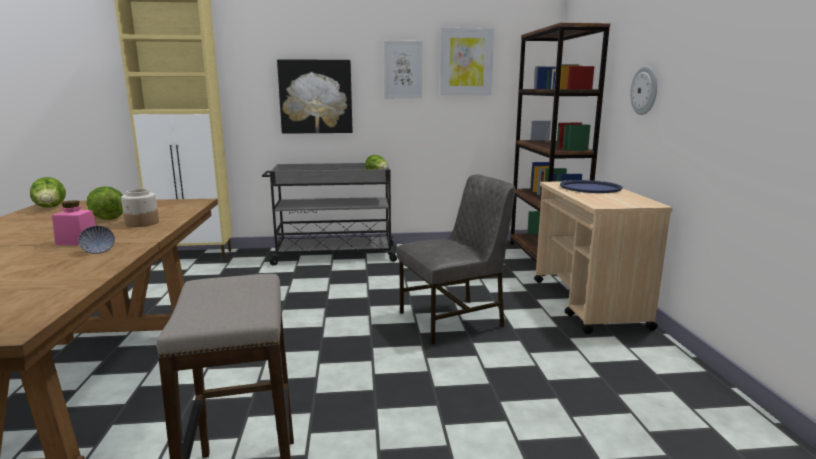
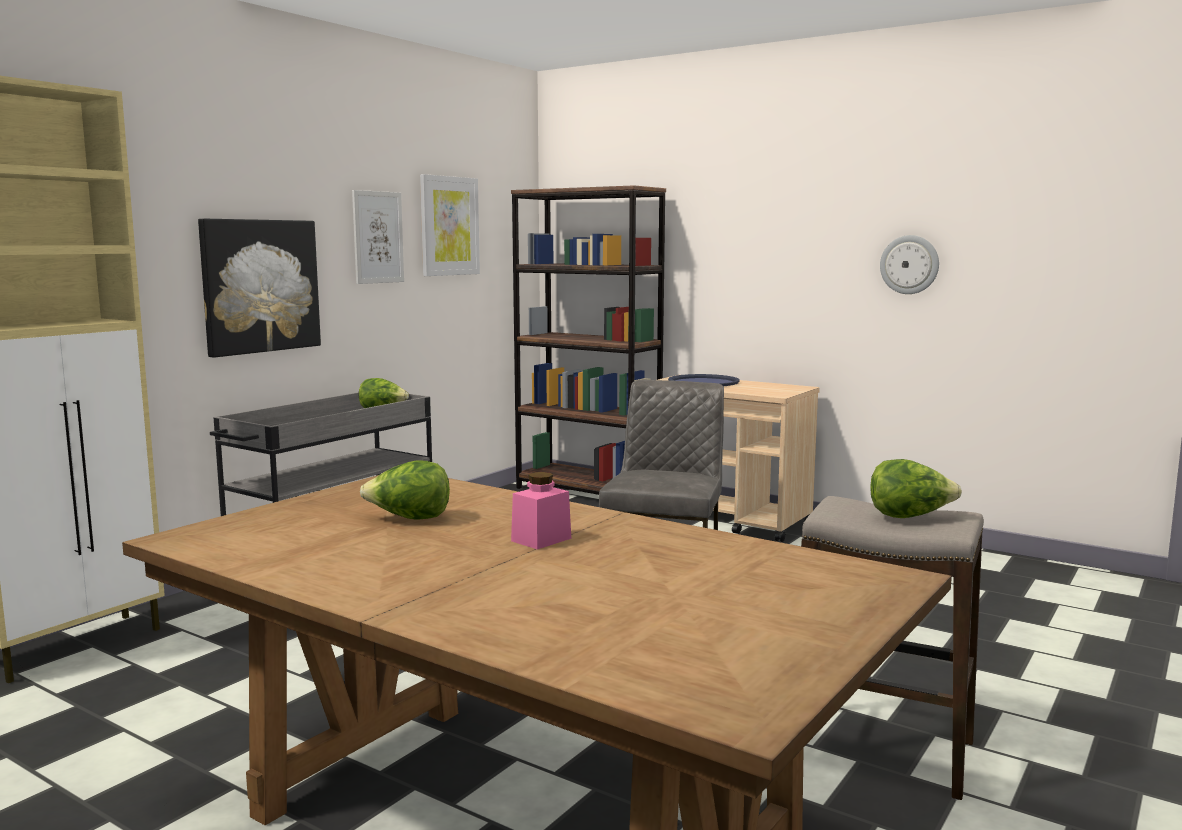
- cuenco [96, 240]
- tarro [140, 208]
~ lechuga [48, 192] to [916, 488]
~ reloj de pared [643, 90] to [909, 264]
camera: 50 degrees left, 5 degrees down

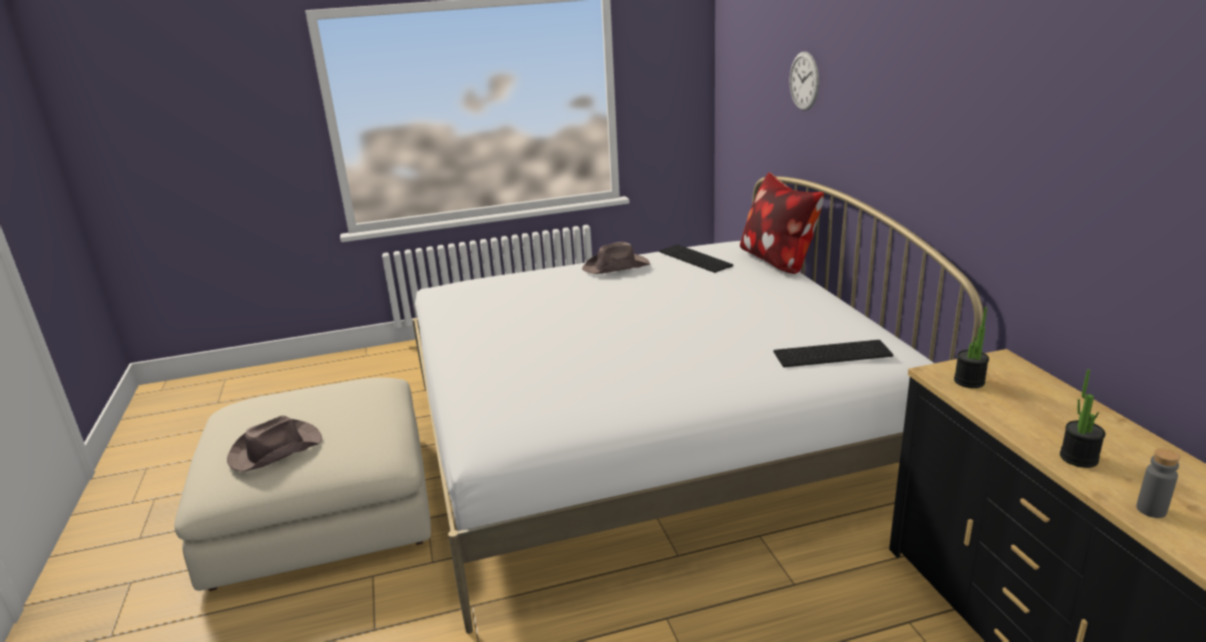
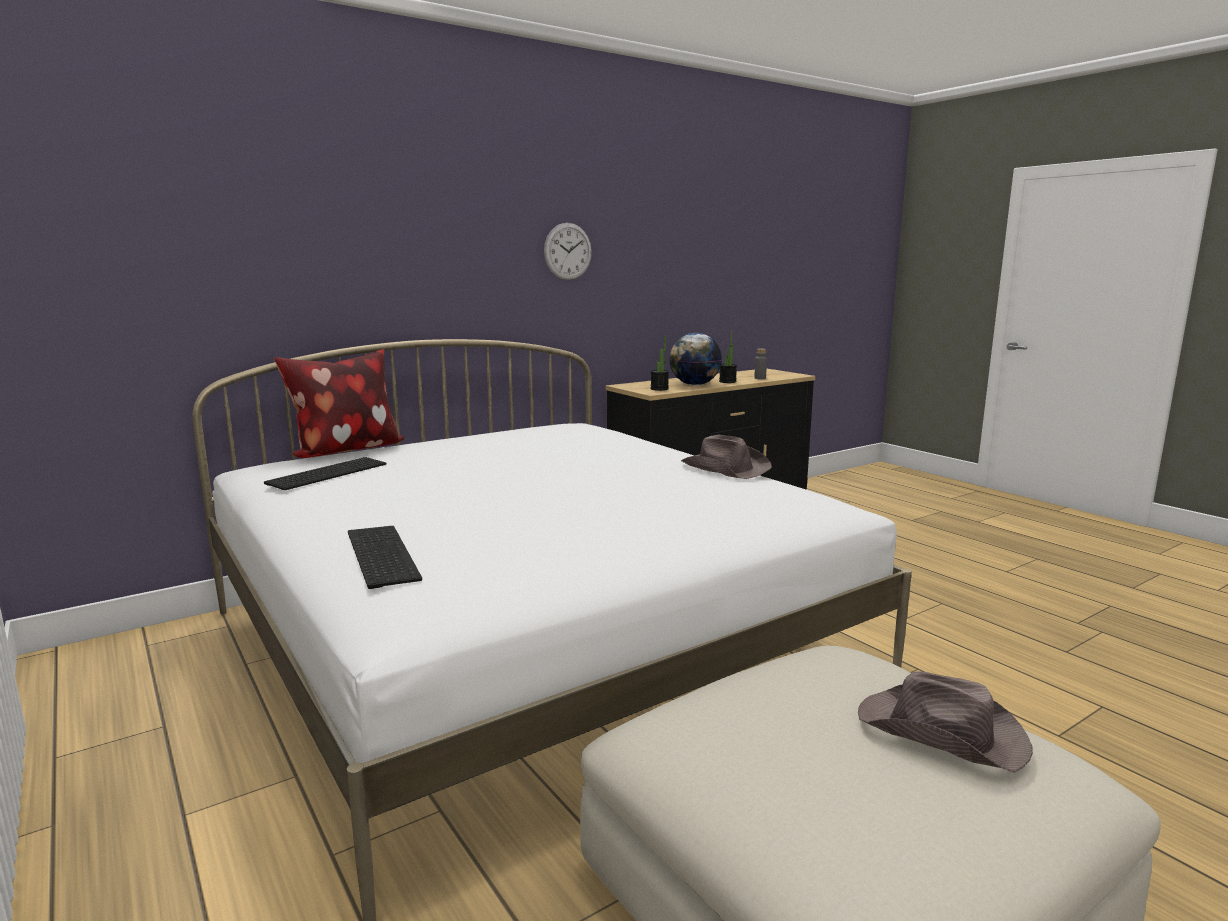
+ globo terráqueo [696, 359]
~ sombrero [marrón] [616, 258] to [726, 457]
~ teclado [833, 353] to [385, 557]
~ reloj de pared [804, 81] to [568, 251]
camera: 110 degrees left, 10 degrees down

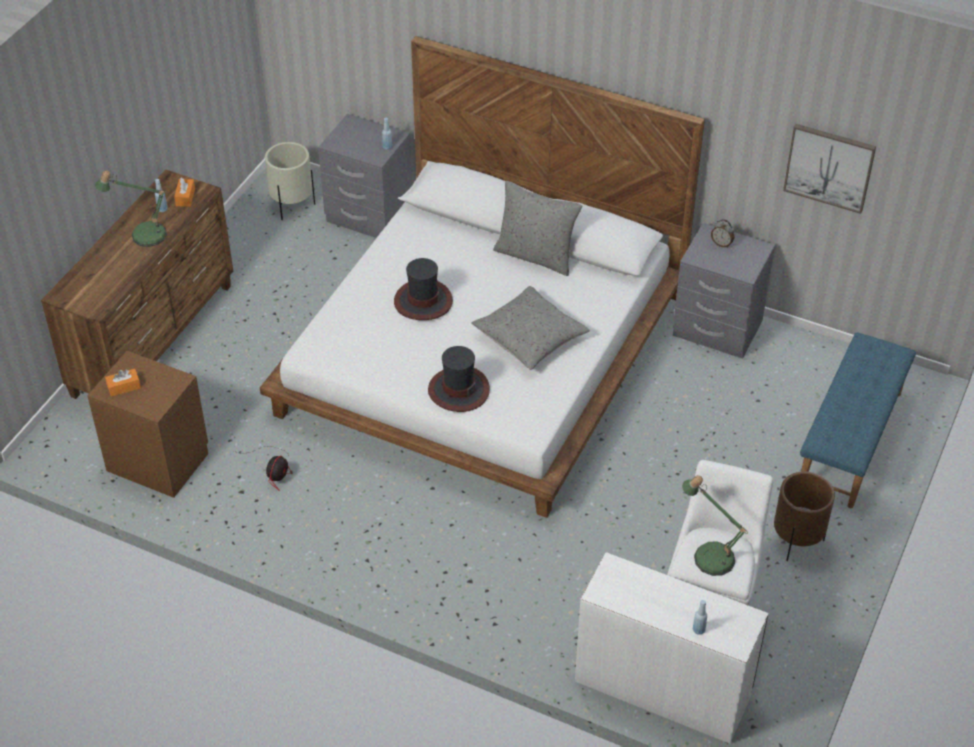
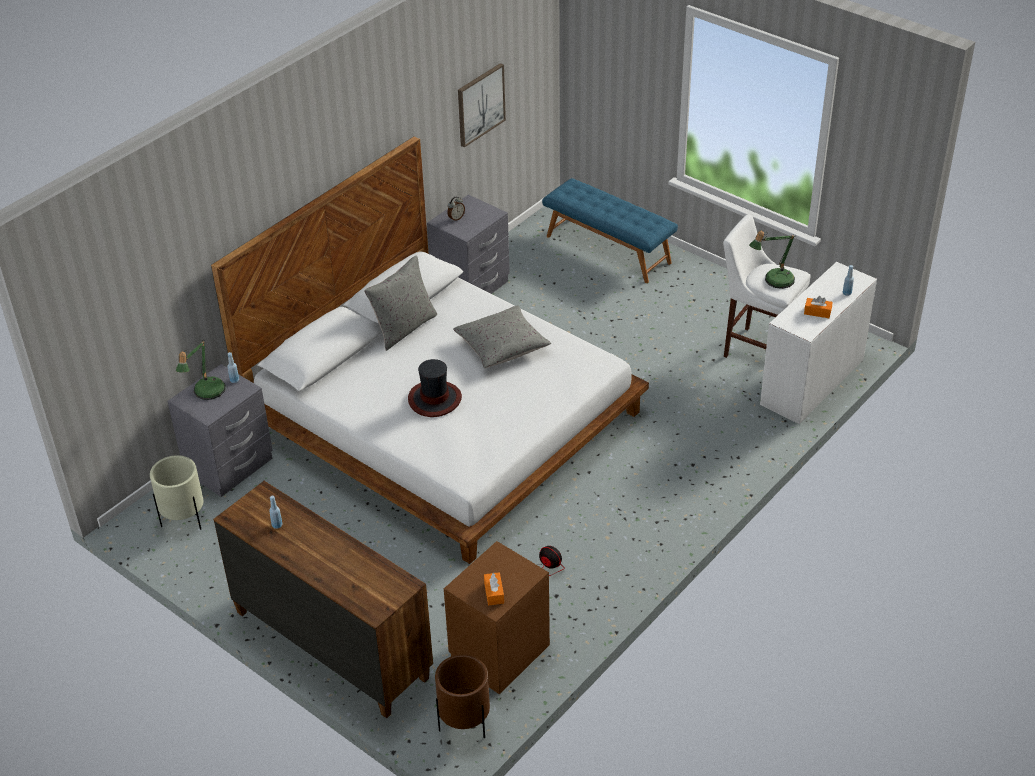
- sombrero [459, 379]
~ lámpara de mesa [131, 208] to [200, 370]
~ caja de pañuelos [naranja] [184, 192] to [818, 307]
~ maceta [marrón] [804, 516] to [462, 696]
camera: 75 degrees left, 5 degrees down

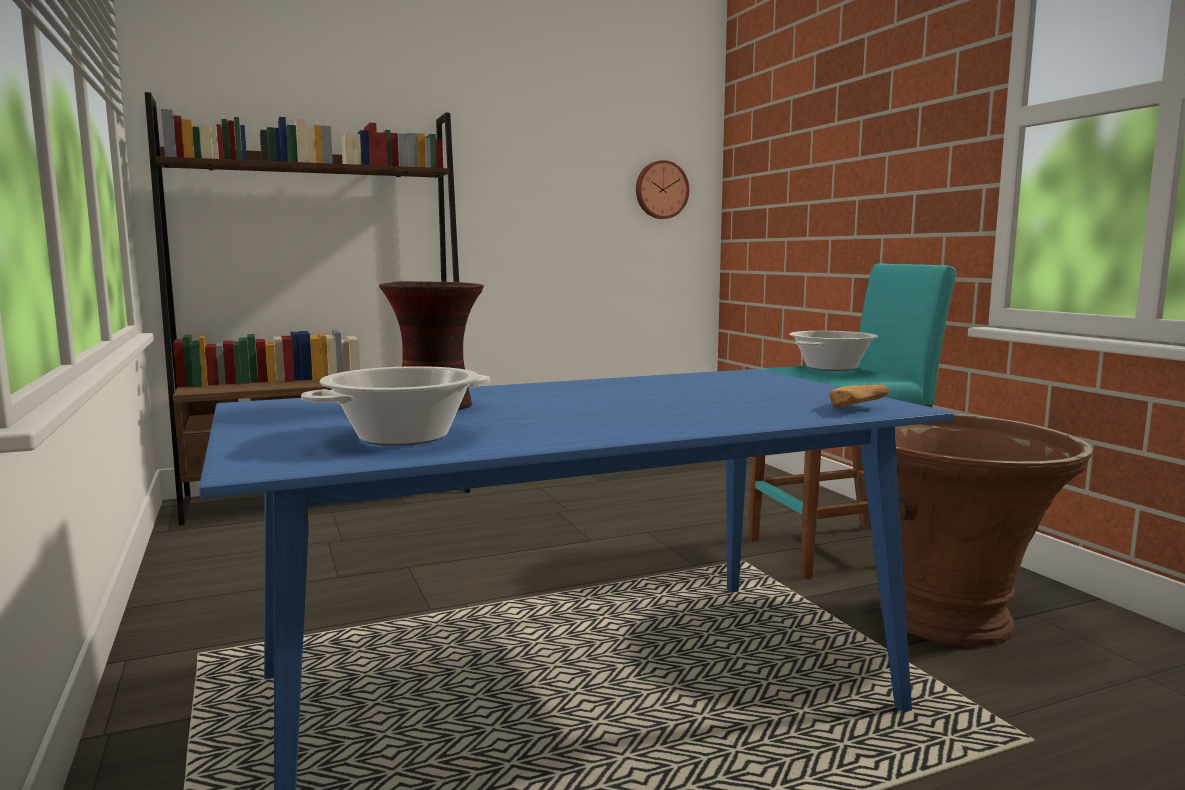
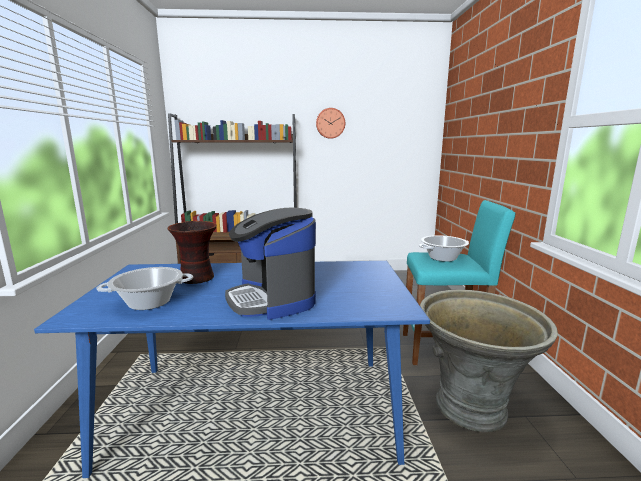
- pan [859, 396]
+ cafetera [270, 264]
~ reloj de pared [662, 189] to [330, 123]
~ maceta [marrón] [973, 529] to maceta [gris] [489, 360]
camera: 20 degrees right, 5 degrees up

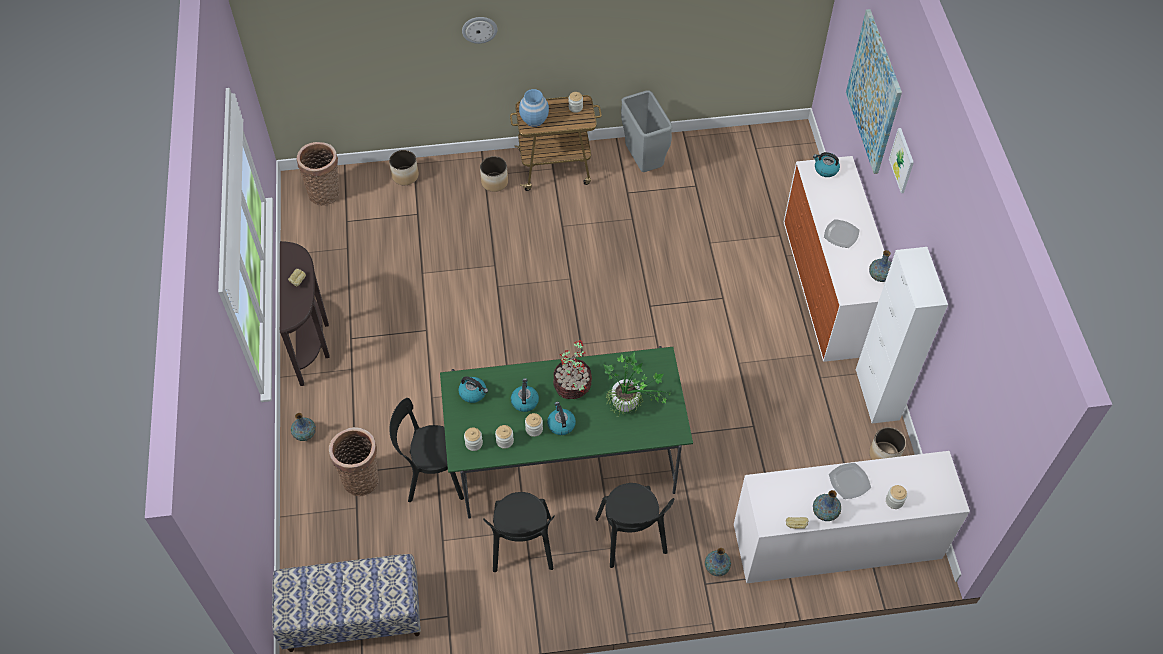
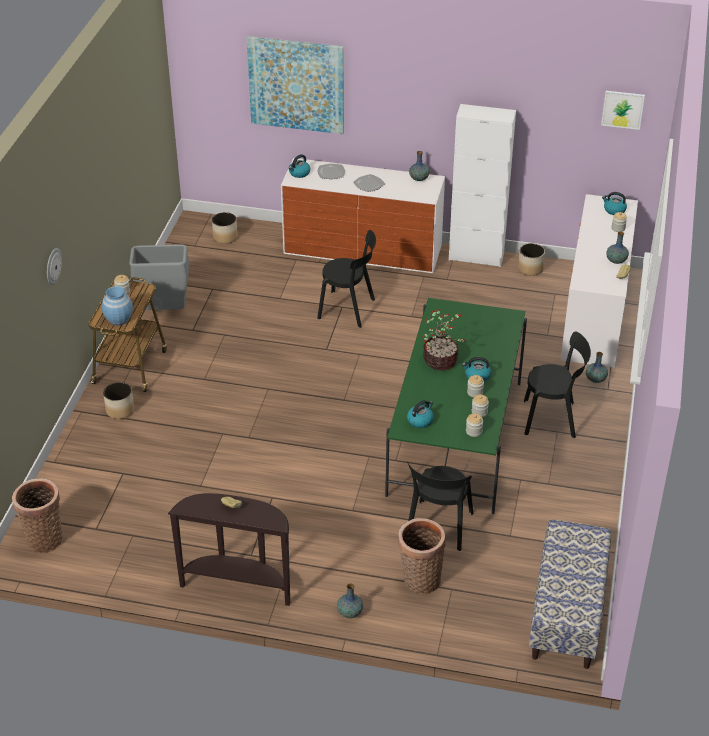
- planta en maceta [637, 384]
~ maceta [404, 167] to [225, 228]
~ silla [negro] [519, 532] to [346, 279]
~ hervidor [525, 395] to [614, 203]
~ plato [850, 481] to [331, 171]
~ cuadro [901, 160] to [623, 110]
camera: 70 degrees left, 15 degrees down

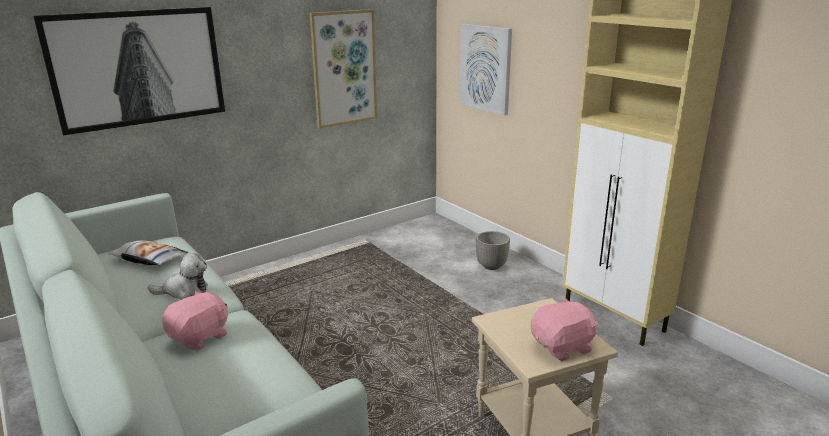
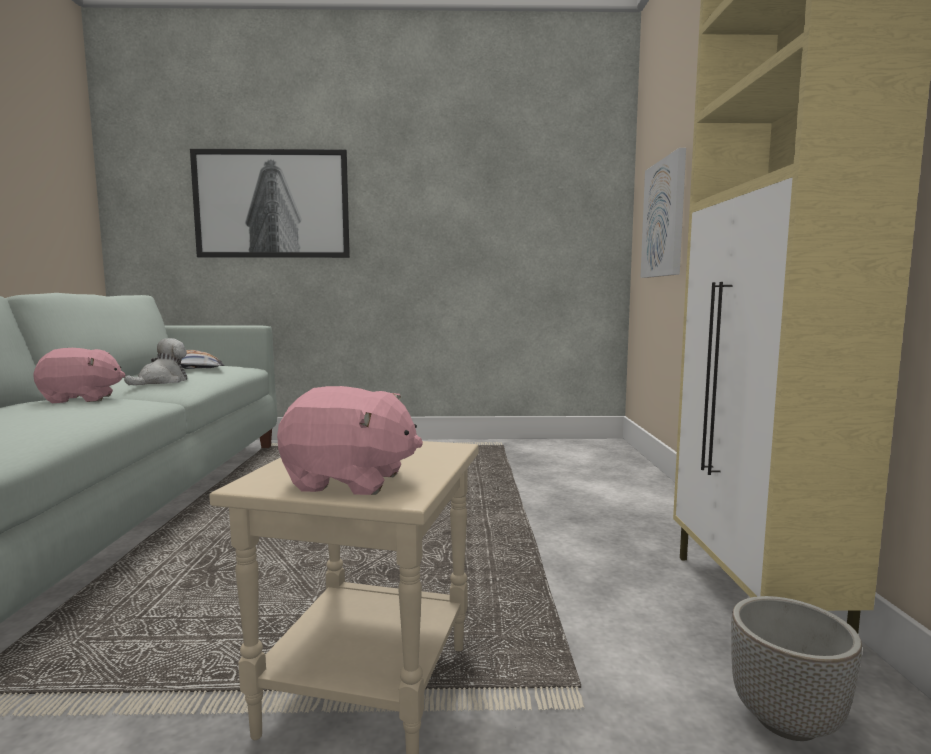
- cuadro [343, 68]
~ maceta [493, 250] to [796, 668]
~ peluche [178, 276] = [155, 361] 90 degrees counterclockwise
camera: 35 degrees right, 15 degrees down

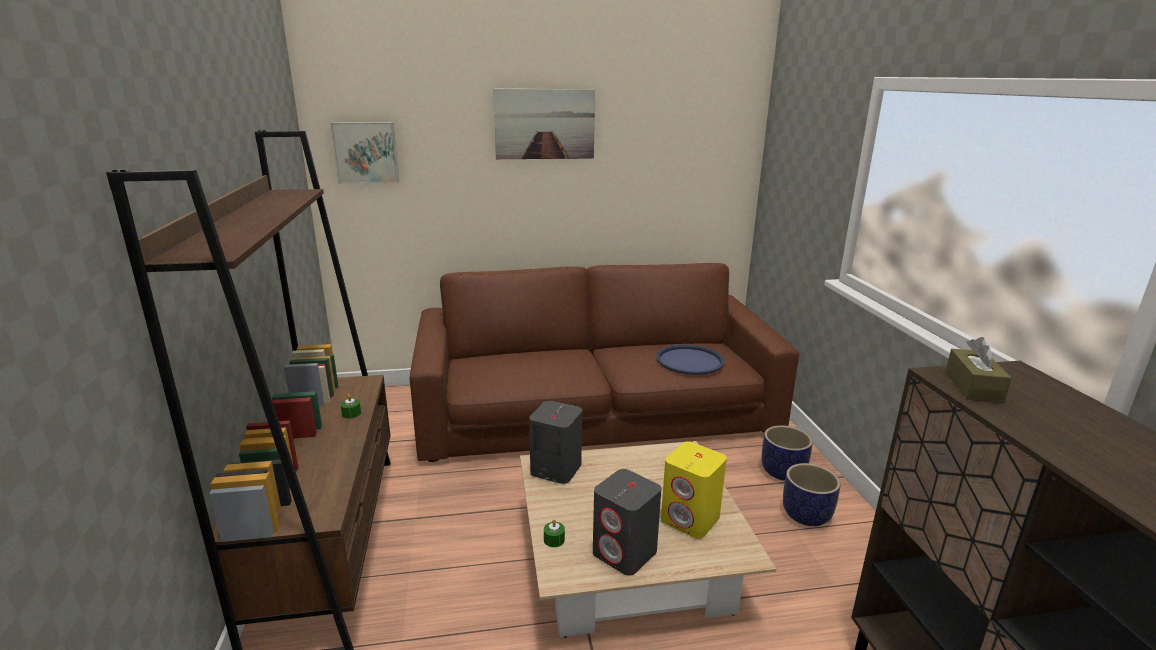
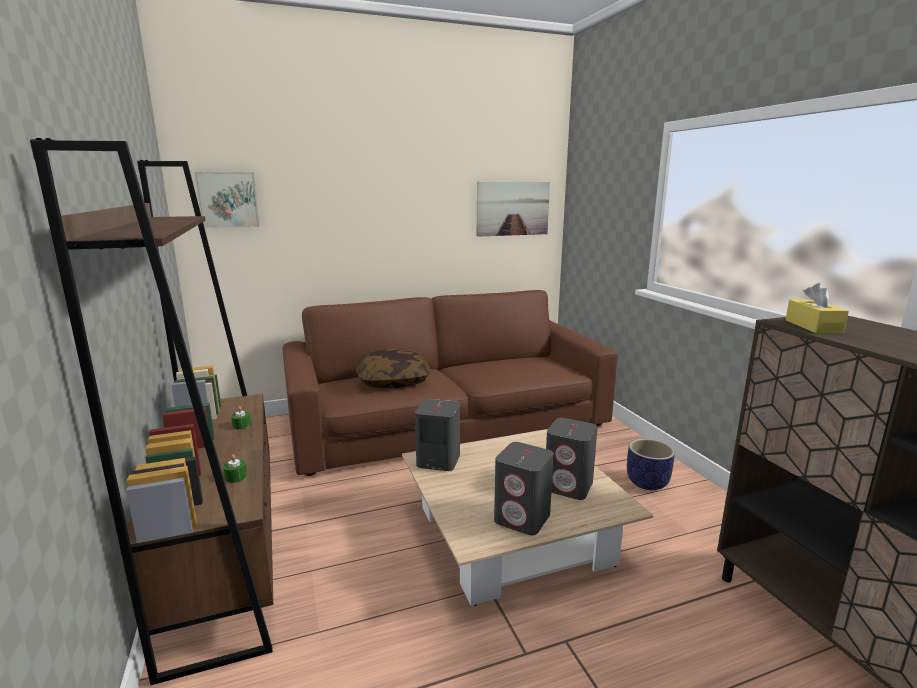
- bandeja [azul] [690, 359]
- maceta [787, 453]
+ cojín [393, 368]
~ cuadro [544, 123] to [513, 209]
~ vela [verde] [554, 533] to [235, 468]
~ altavoz [amarillo] [694, 490] to altavoz [gris] [572, 459]
~ caja de pañuelos [marrón] [978, 370] to caja de pañuelos [amarillo] [817, 308]
camera: 10 degrees left, 5 degrees down

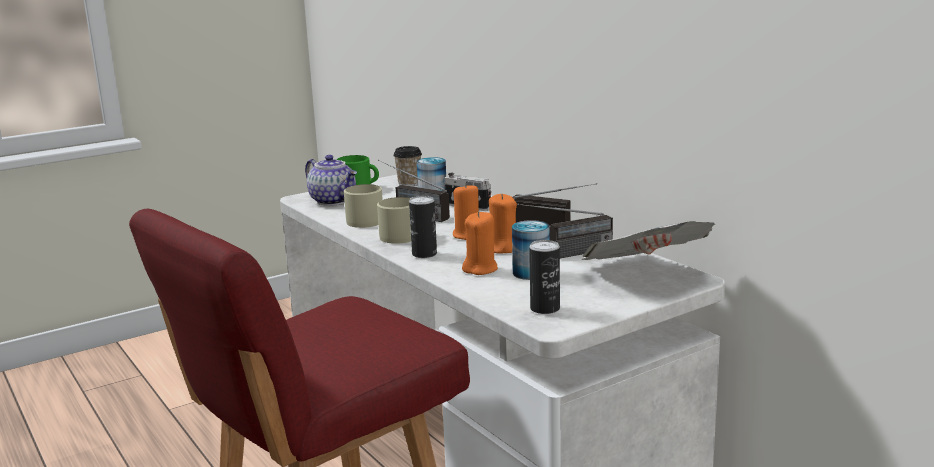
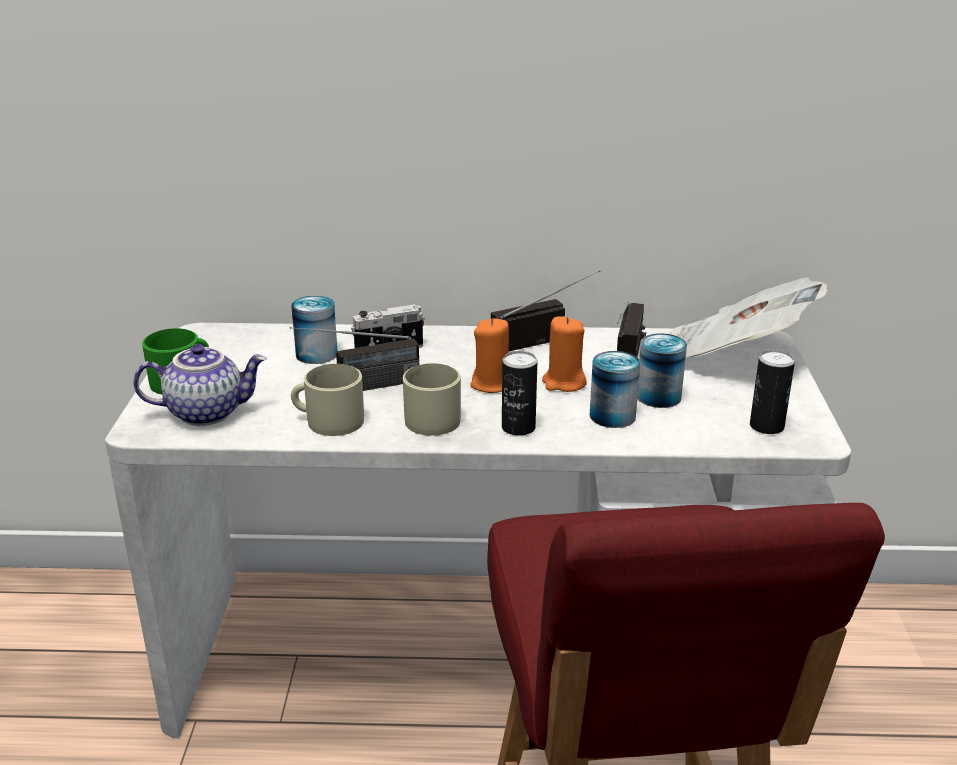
- taza [407, 166]
~ vela [naranja] [480, 243] to lata [615, 389]
camera: 55 degrees left, 10 degrees up

